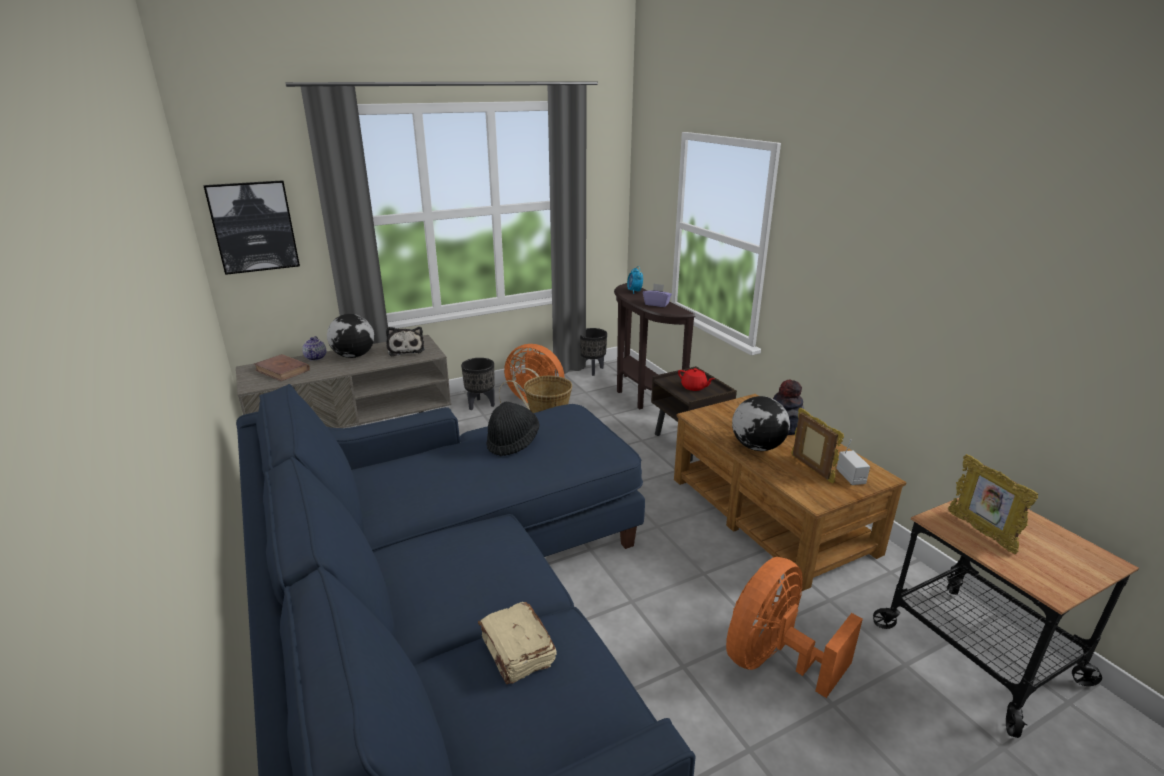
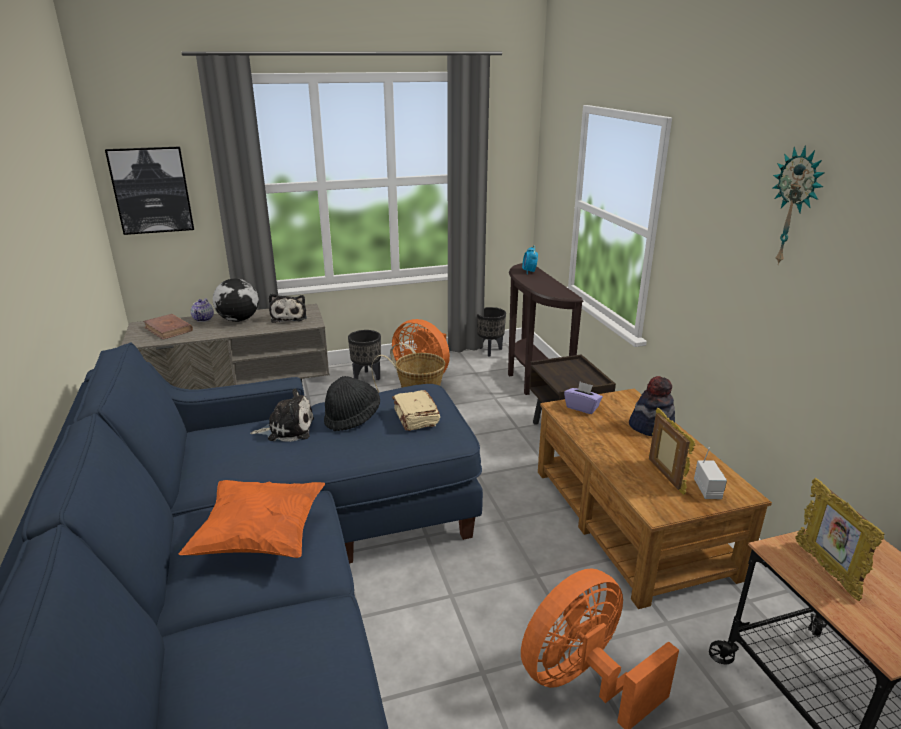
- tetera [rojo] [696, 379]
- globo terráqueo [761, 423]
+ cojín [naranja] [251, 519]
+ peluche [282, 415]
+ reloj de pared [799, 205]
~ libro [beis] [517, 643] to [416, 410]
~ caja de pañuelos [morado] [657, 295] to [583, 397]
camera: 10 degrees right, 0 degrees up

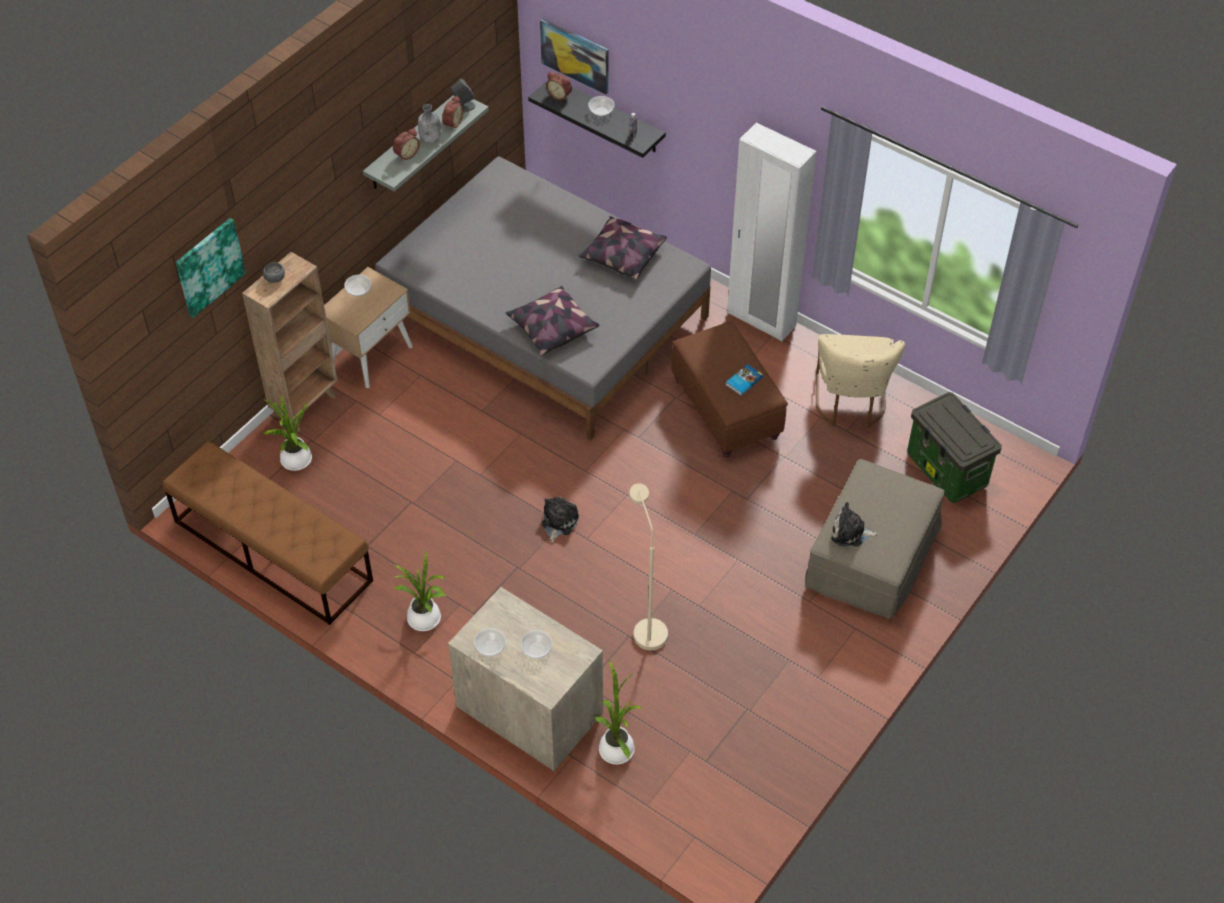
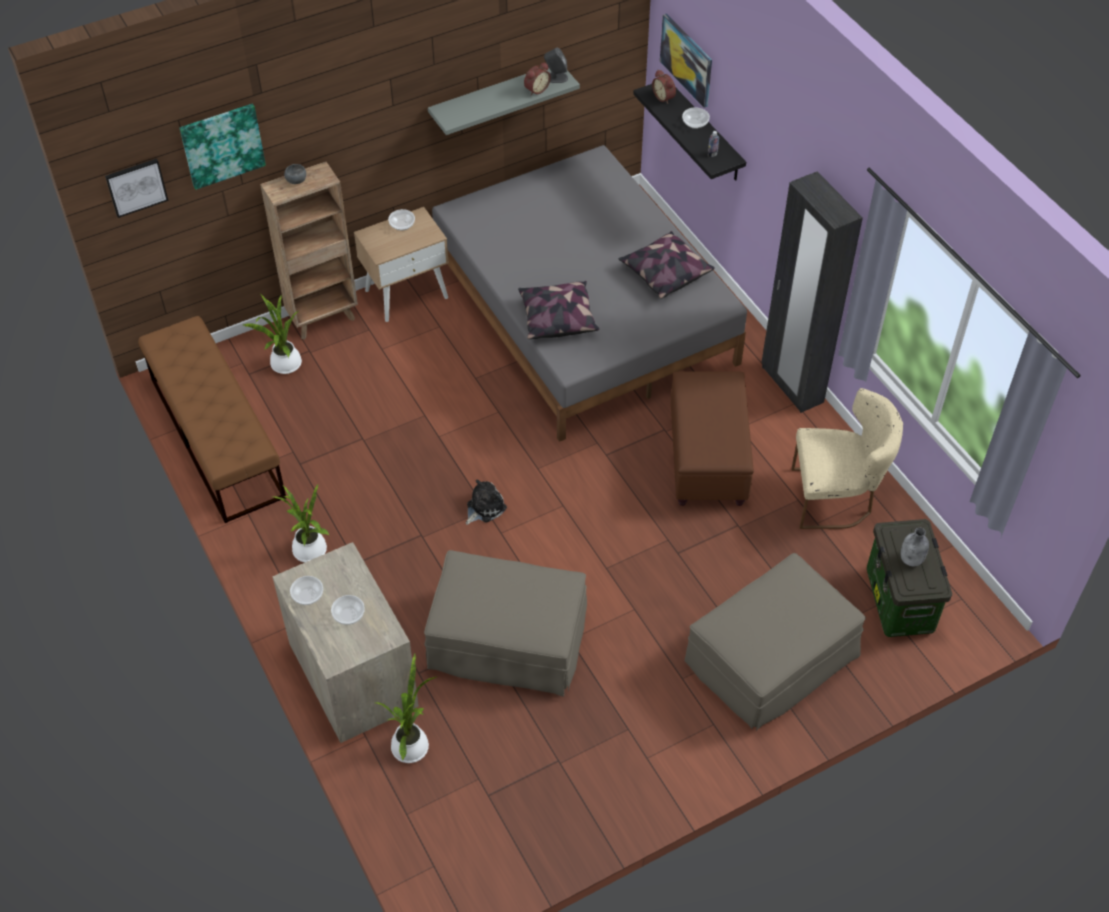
- despertador [406, 145]
- libro [744, 379]
- peluche [854, 524]
+ cuadro [136, 188]
~ botella [gris] [429, 123] to [914, 547]
~ lámpara de pie [beis] [648, 566] to puf [beis] [505, 623]
~ armario ropero [blanco] [771, 232] to armario ropero [negro] [812, 292]
~ silla [beis] [860, 381] = [847, 458] 120 degrees counterclockwise
camera: 25 degrees right, 0 degrees up

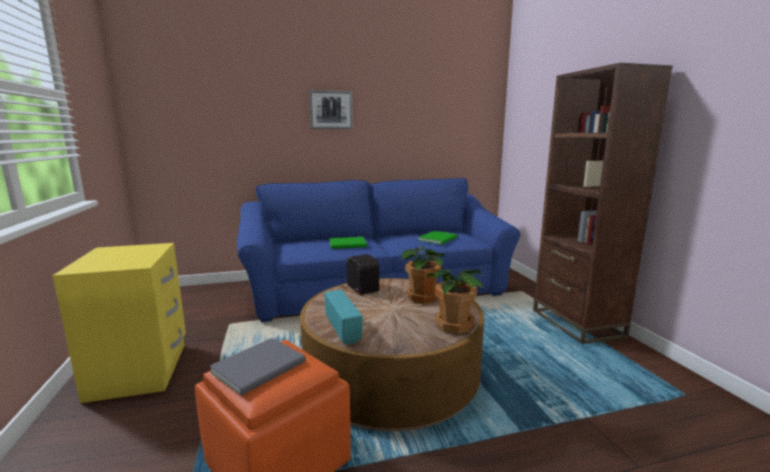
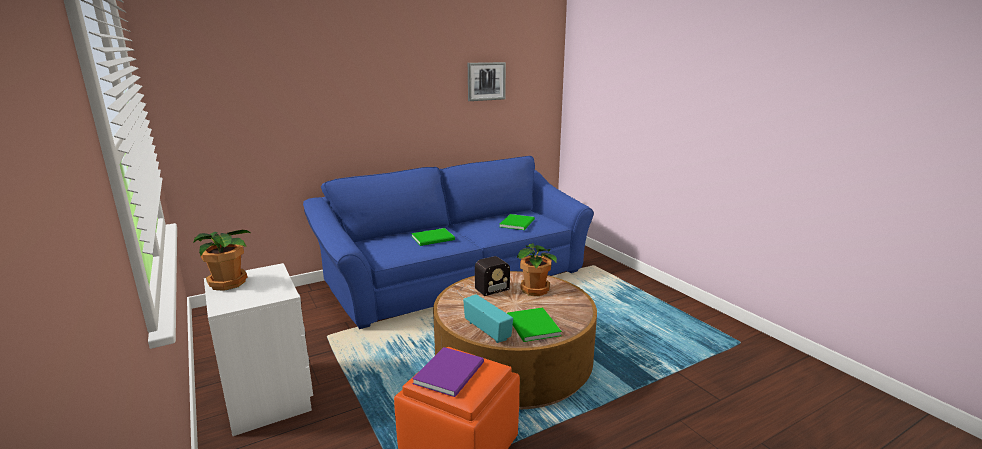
- estantería [marrón] [603, 203]
+ libro [verde] [534, 324]
~ cuadro [331, 109] to [487, 81]
~ planta en maceta [456, 301] to [222, 260]
~ mesita de noche [amarillo] [119, 323] to mesita de noche [blanco] [258, 349]
~ libro [gris] [258, 367] to libro [morado] [448, 372]
~ radio [367, 278] = [483, 277] 105 degrees clockwise
camera: 15 degrees left, 5 degrees up

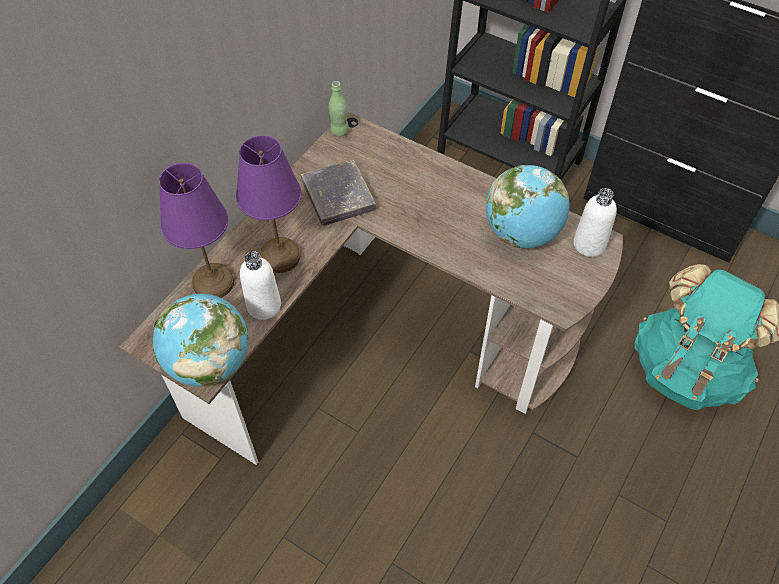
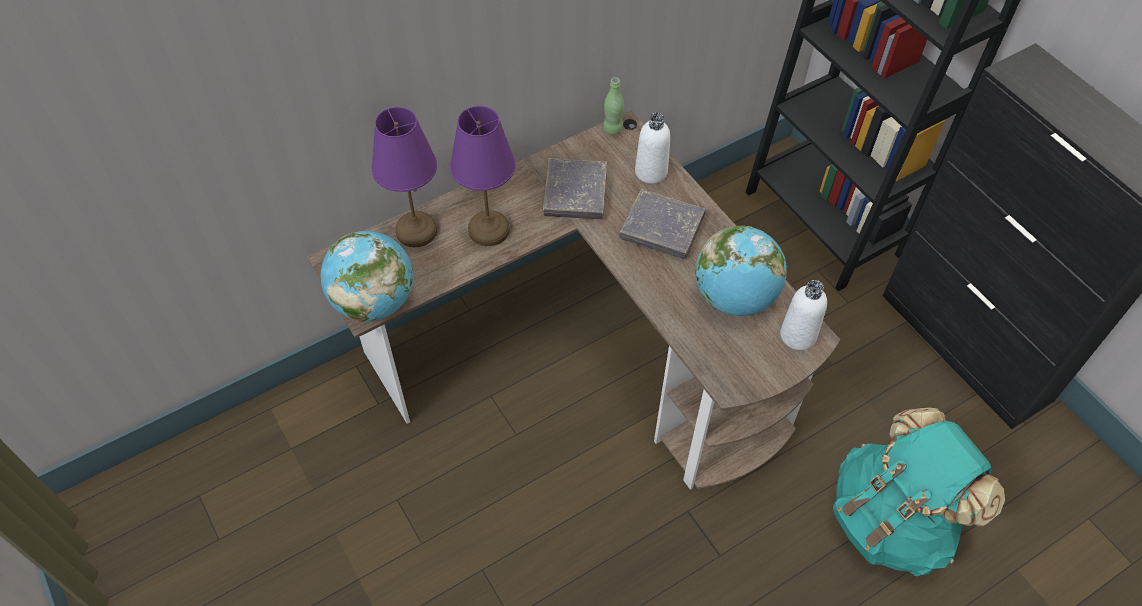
+ libro [gris] [662, 224]
~ botella [blanco] [260, 285] to [652, 148]
camera: 25 degrees right, 0 degrees up

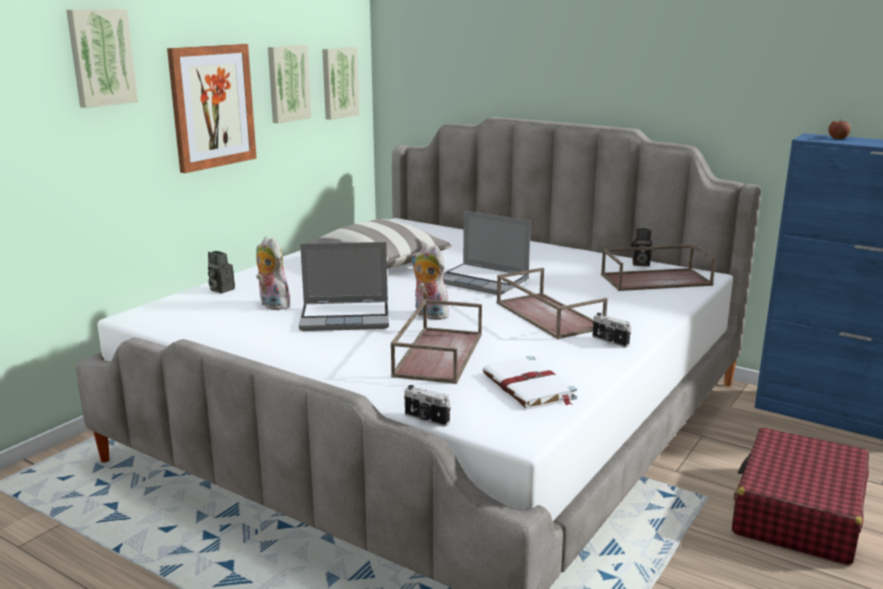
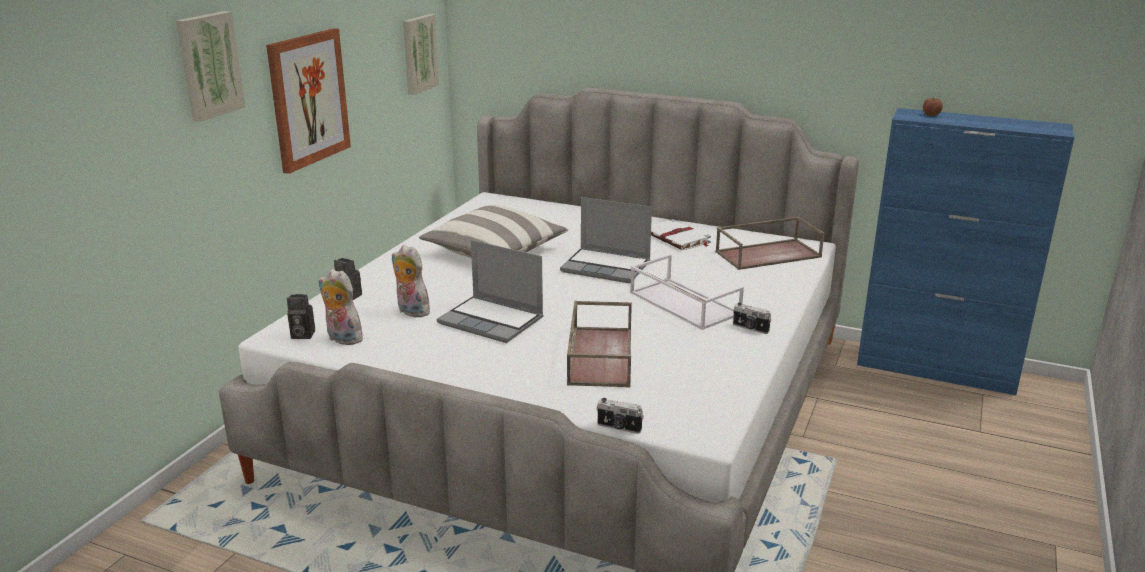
- cuadro [289, 84]
- maleta [rojo] [800, 496]
~ peluche [430, 282] to [340, 307]
~ libro [blanco] [530, 382] to [681, 234]
~ cámara [641, 247] to [301, 316]
~ bandeja [marrón] [552, 303] to bandeja [blanco] [687, 292]
~ portátil [344, 286] = [490, 291] 45 degrees clockwise
camera: 10 degrees left, 5 degrees up

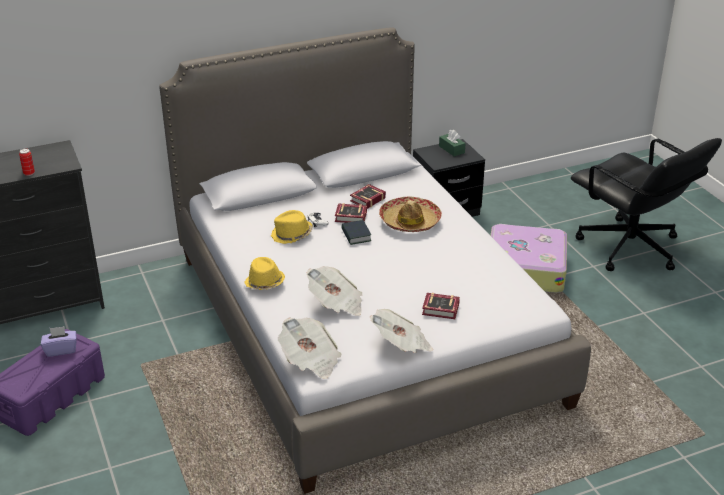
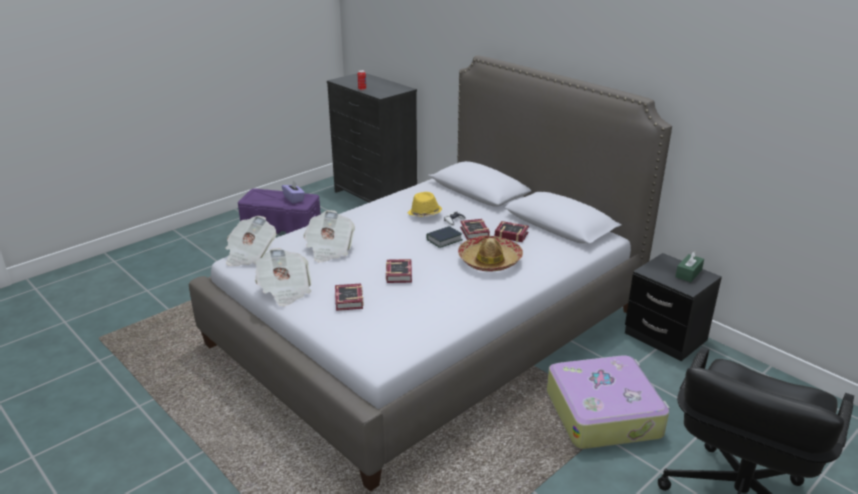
- sombrero [amarillo] [264, 273]
+ libro [399, 271]
camera: 70 degrees right, 5 degrees down

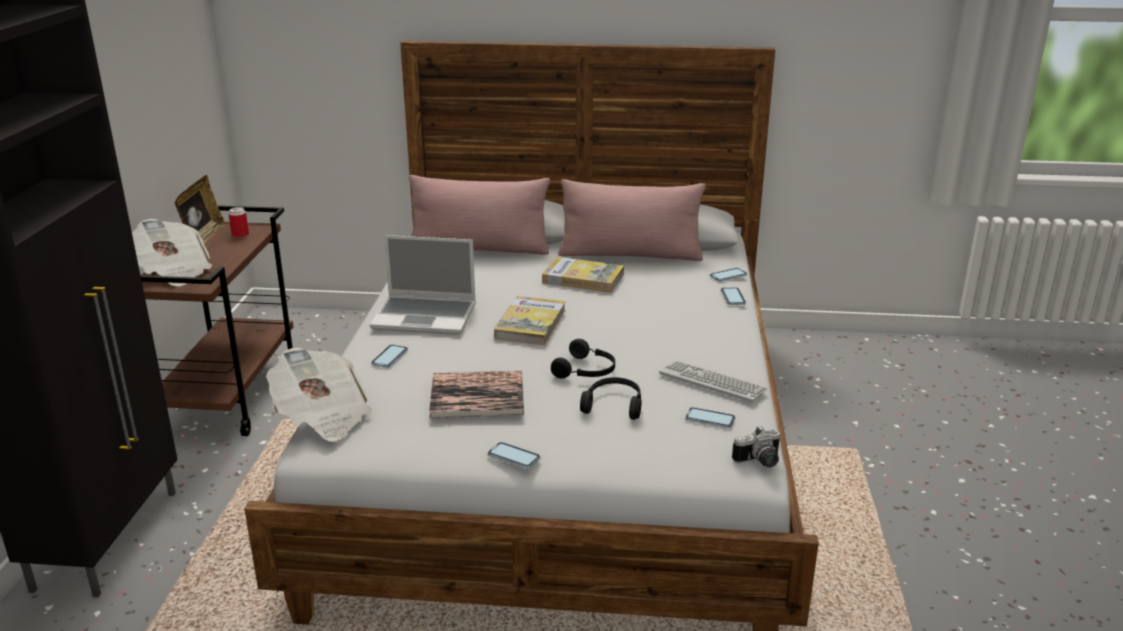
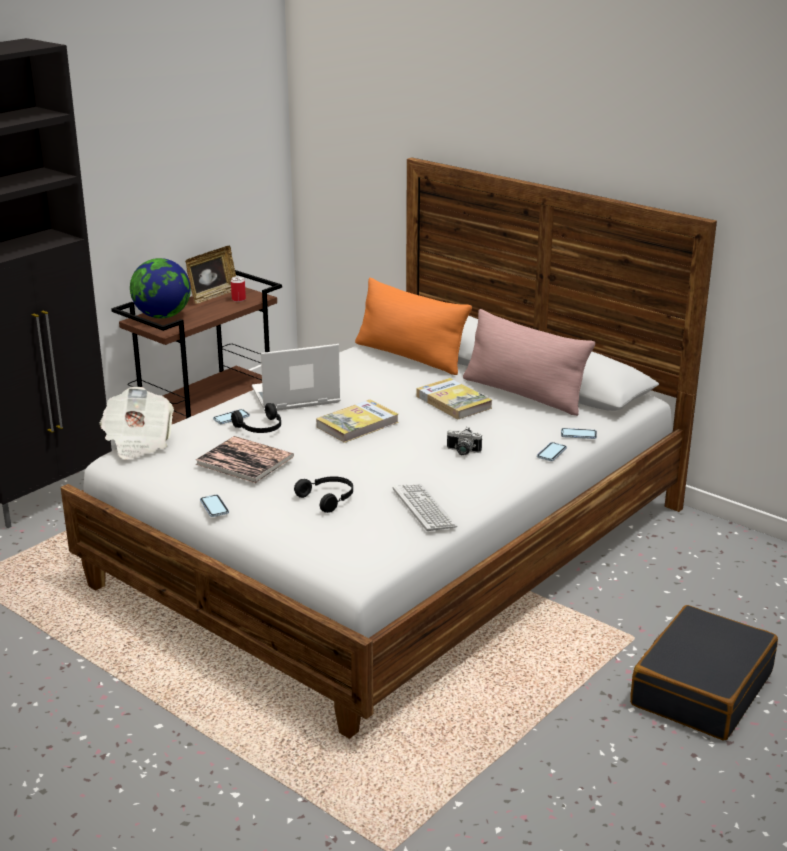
- móvil [710, 417]
+ maleta [negro] [704, 673]
~ auriculares [negro] [583, 359] to [256, 418]
~ cámara [756, 447] to [464, 441]
~ periódico [172, 252] to globo terráqueo [160, 288]
~ cojín [rosa] [479, 215] to cojín [naranja] [413, 326]
~ portátil [423, 285] = [296, 377] 120 degrees clockwise
camera: 35 degrees right, 0 degrees up

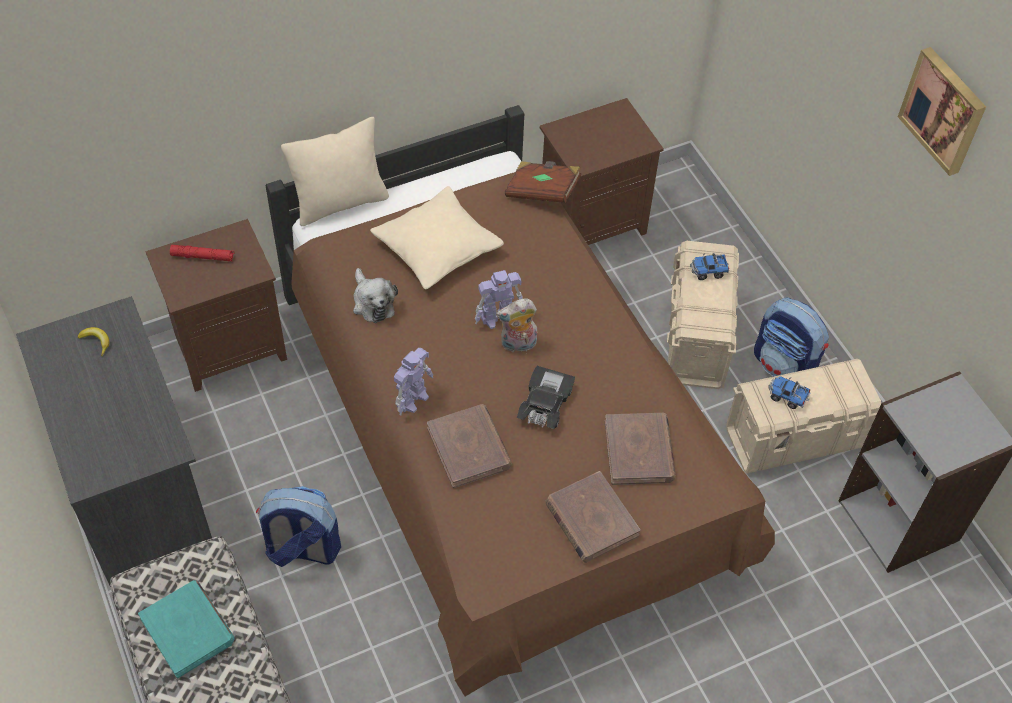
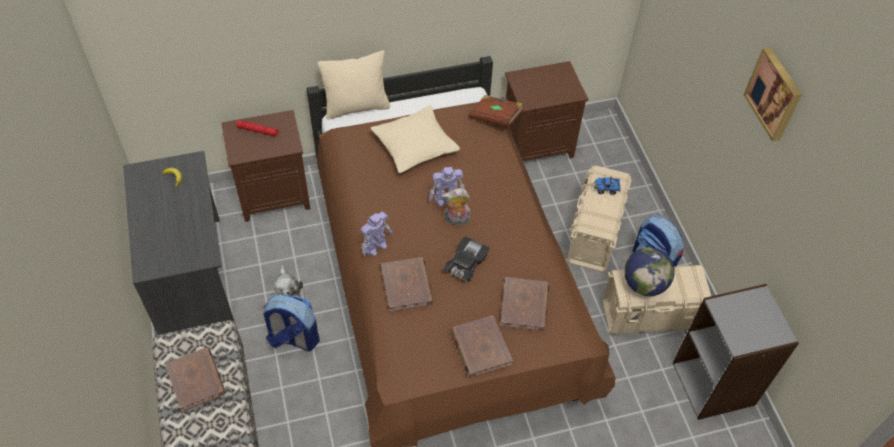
~ peluche [375, 295] to [288, 280]
~ camión de juguete [789, 392] to globo terráqueo [649, 271]
~ libro [turquesa] [186, 629] to libro [marrón] [195, 379]
camera: 10 degrees right, 0 degrees up

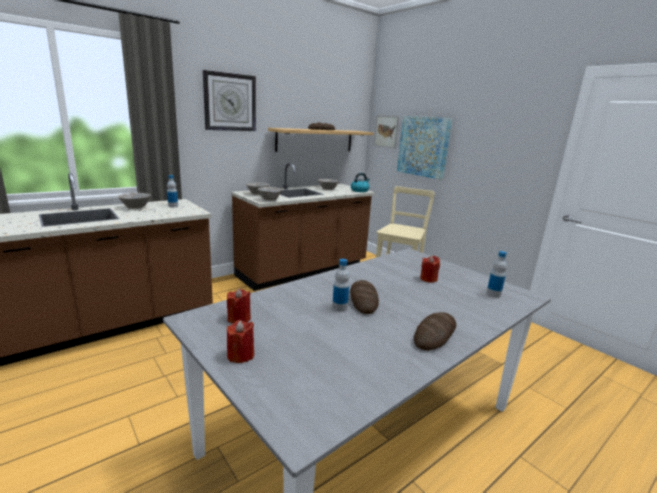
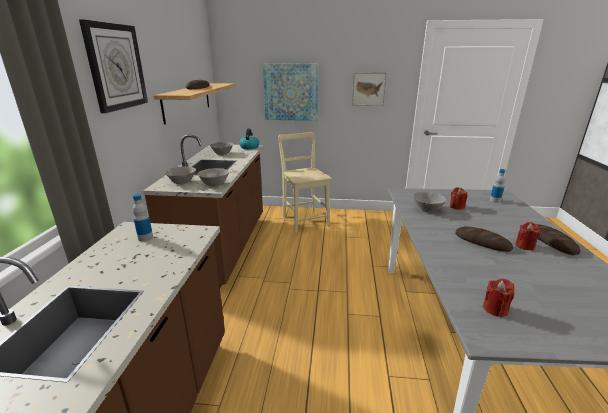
- botella [340, 285]
~ cuenco [gris] [134, 201] to [429, 202]
~ vela [rojo] [240, 341] to [527, 236]
~ cuadro [386, 131] to [369, 89]
camera: 45 degrees left, 5 degrees up

